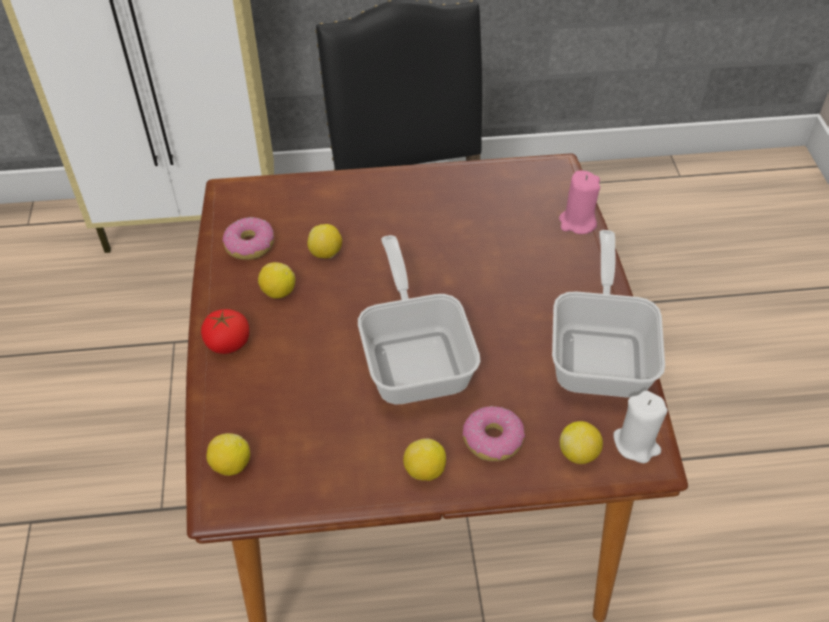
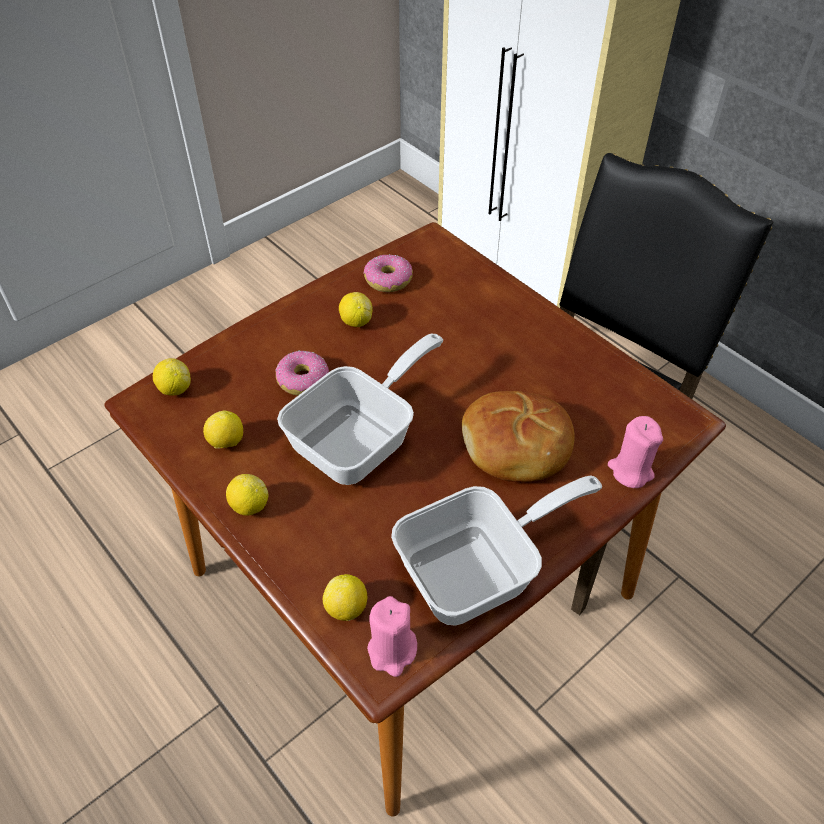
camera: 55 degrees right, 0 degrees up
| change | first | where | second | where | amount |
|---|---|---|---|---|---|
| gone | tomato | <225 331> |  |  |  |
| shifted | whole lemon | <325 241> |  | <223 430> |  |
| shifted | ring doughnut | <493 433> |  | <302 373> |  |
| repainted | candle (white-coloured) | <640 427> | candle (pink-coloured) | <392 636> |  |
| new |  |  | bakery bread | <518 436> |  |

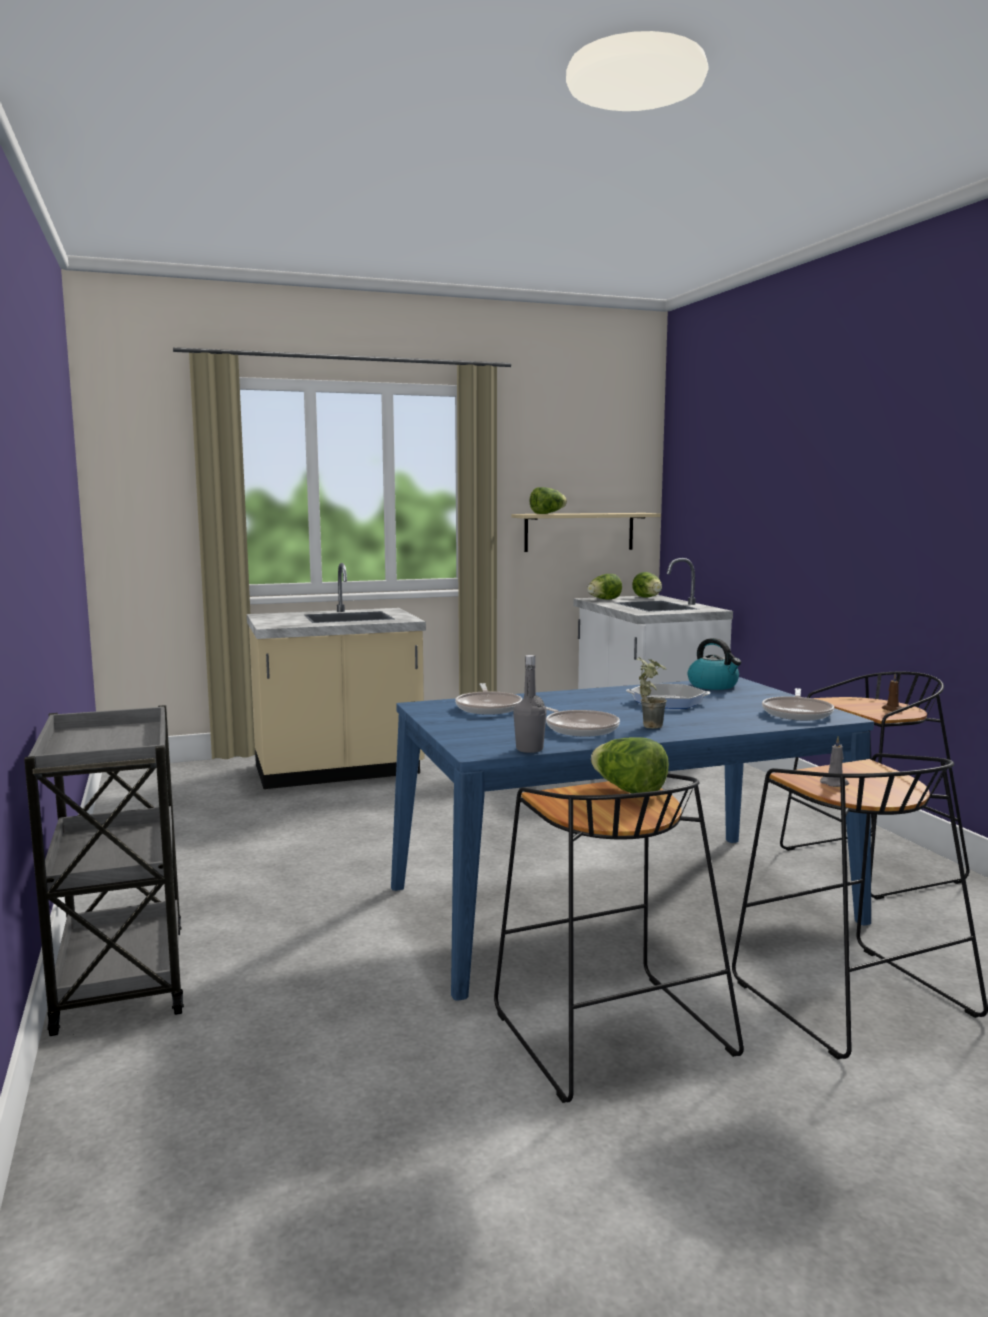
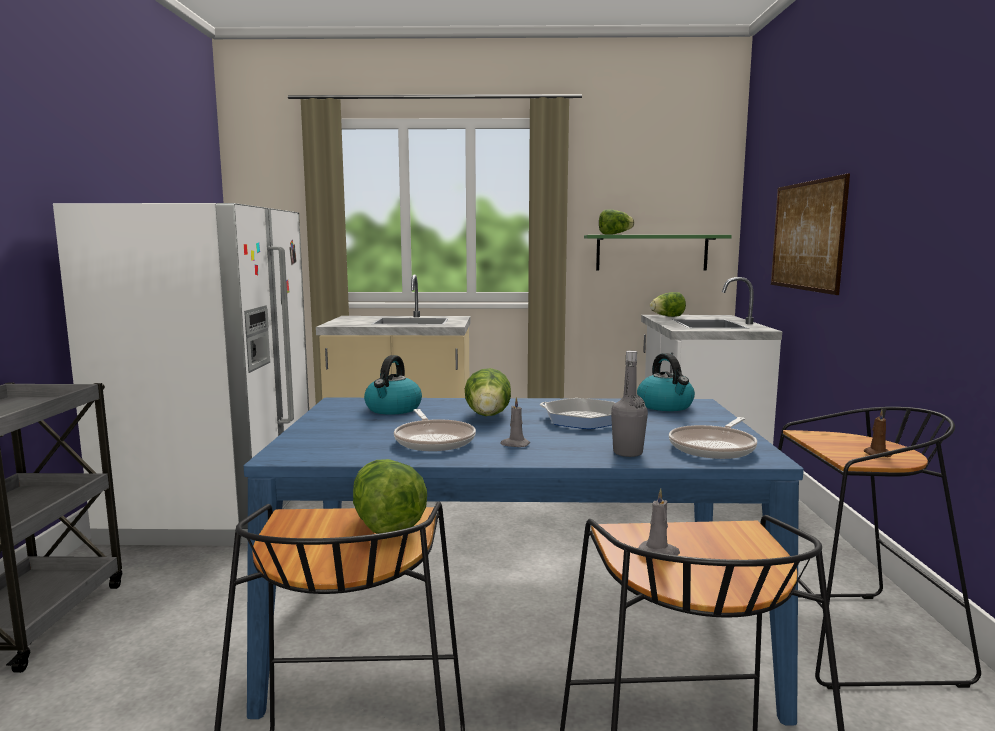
camera: 20 degrees right, 0 degrees up
| change | first | where | second | where | amount |
|---|---|---|---|---|---|
| swapped | skillet | <488 699> | tea kettle | <393 385> |  |
| repainted | wall shelf (beige) | <586 532> | wall shelf (greenish) | <658 253> |  |
| shifted | bottle (gray) | <530 704> |  | <629 404> |  |
| shifted | head of lettuce | <647 585> |  | <488 392> |  |
| swapped | potted plant | <652 693> | candle (gray) | <515 422> |  |
| new |  |  | fridge (white-coloured) | <181 374> |  |
| new |  |  | picture | <810 234> |  |

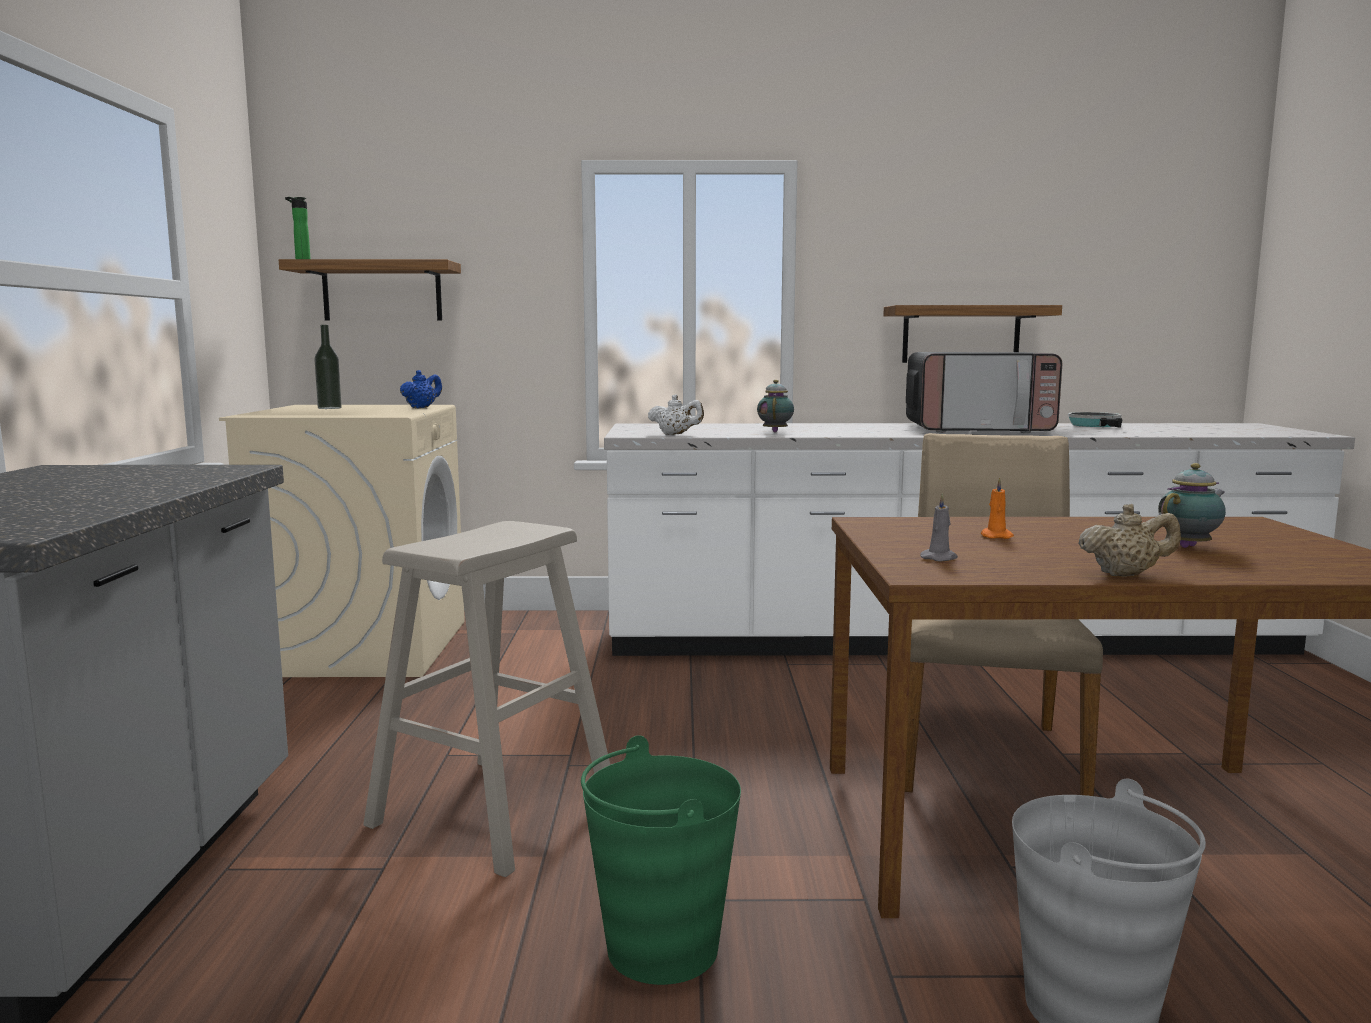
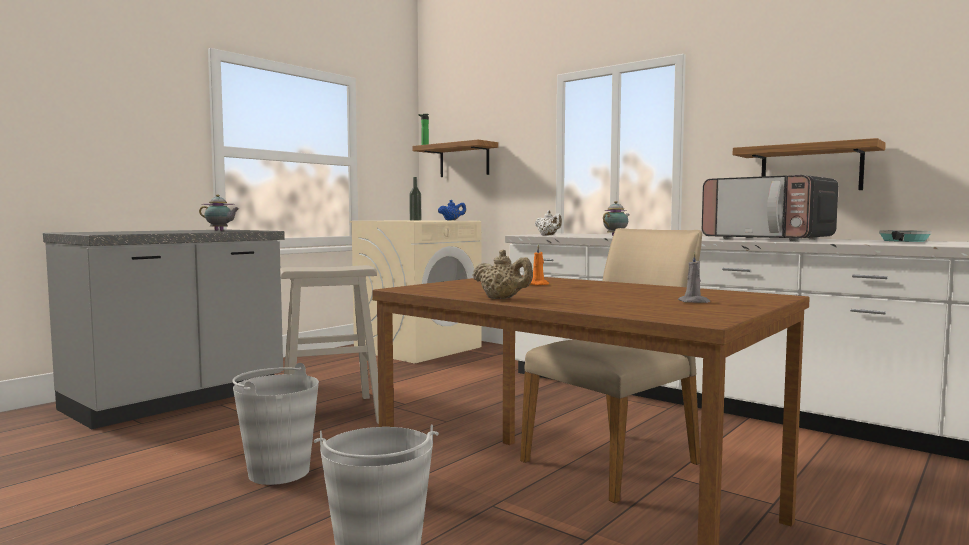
camera: 40 degrees right, 5 degrees down
| change | first | where | second | where | amount |
|---|---|---|---|---|---|
| repainted | bucket (greenish) | <661 860> | bucket (gray) | <275 424> |  |
| shifted | candle (gray) | <939 527> |  | <694 277> |  |
| shifted | pot for tea | <1192 505> |  | <219 212> |  |

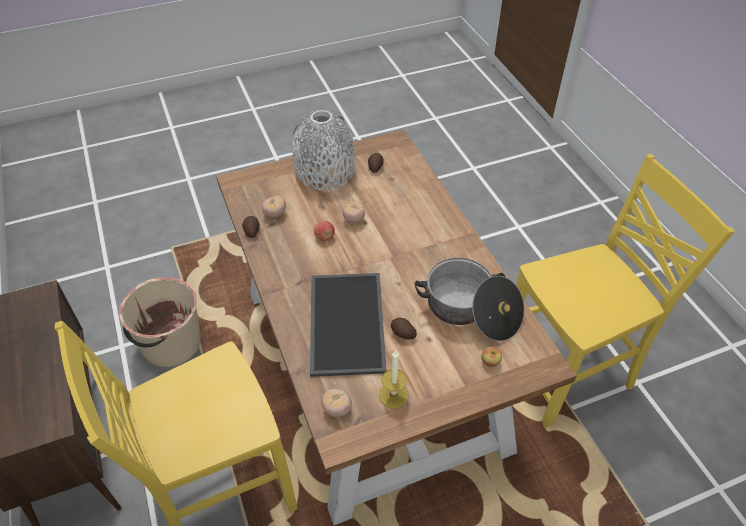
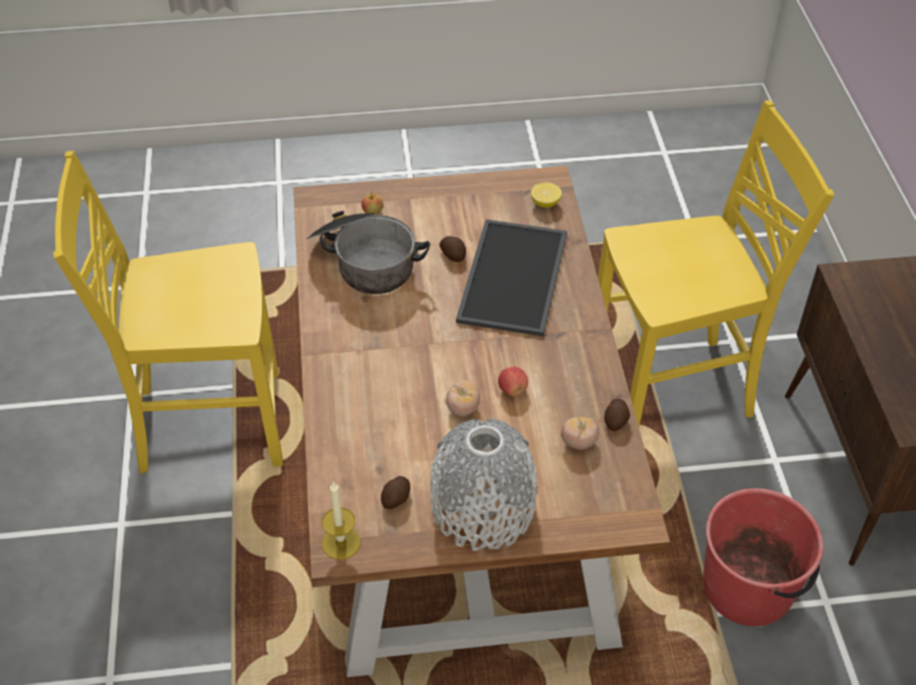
camera: 165 degrees left, 0 degrees up
| change | first | where | second | where | amount |
|---|---|---|---|---|---|
| repainted | bucket (beige) | <160 322> | bucket (red-coloured) | <763 557> |  |
| swapped | tomato | <336 403> | whole lemon | <546 195> |  |
| shifted | candle | <393 379> |  | <341 520> |  |

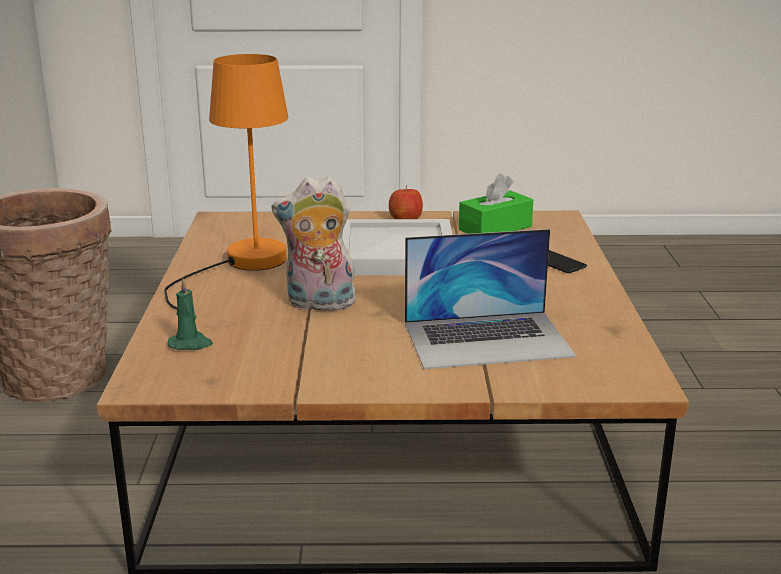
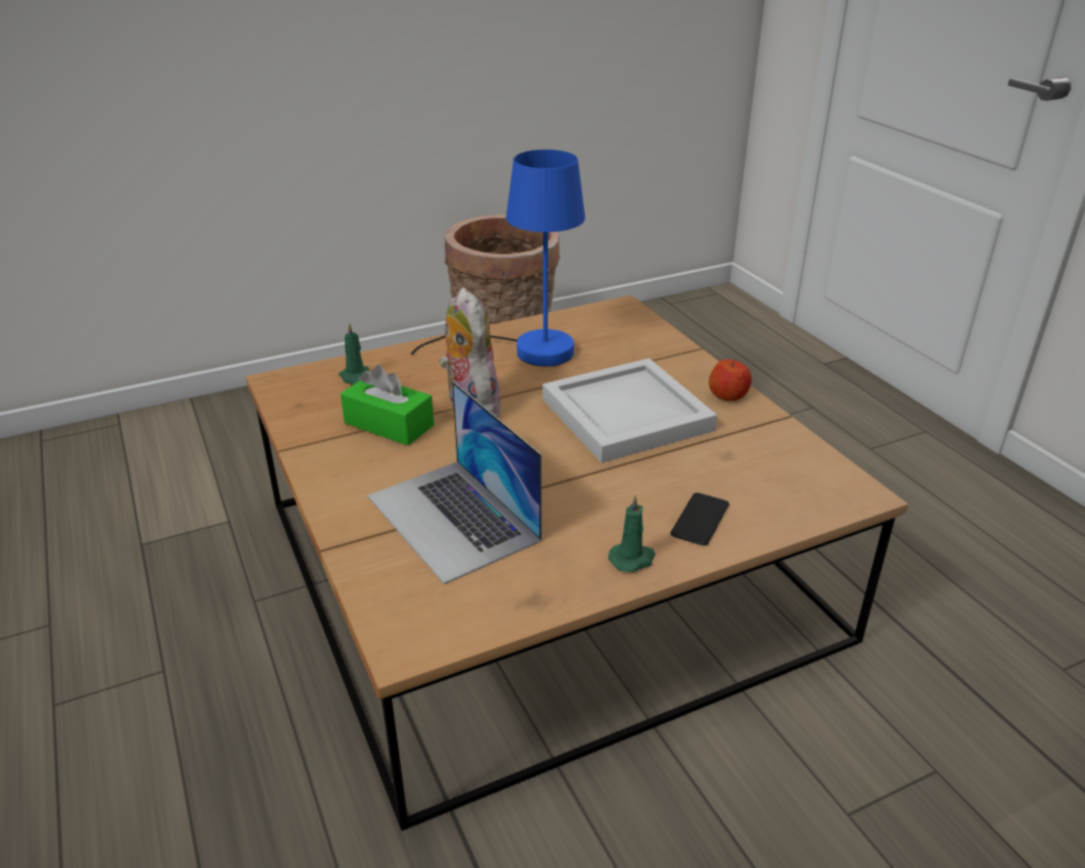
camera: 65 degrees right, 10 degrees up
| change | first | where | second | where | amount |
|---|---|---|---|---|---|
| repainted | lamp for a table (orange-coloured) | <226 182> | lamp for a table (blue-coloured) | <498 258> |  |
| shifted | tissue box (greenish) | <496 204> |  | <387 405> |  |
| new |  |  | candle (greenish) | <632 533> |  |

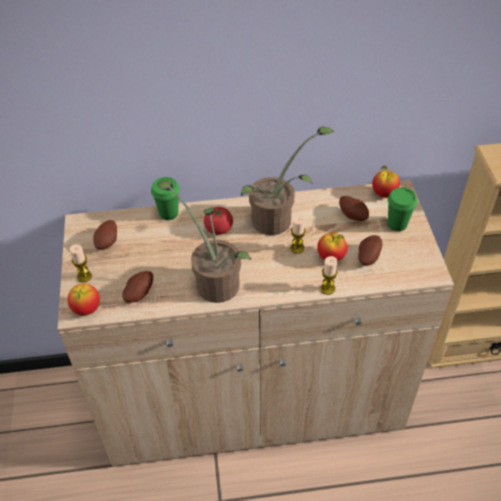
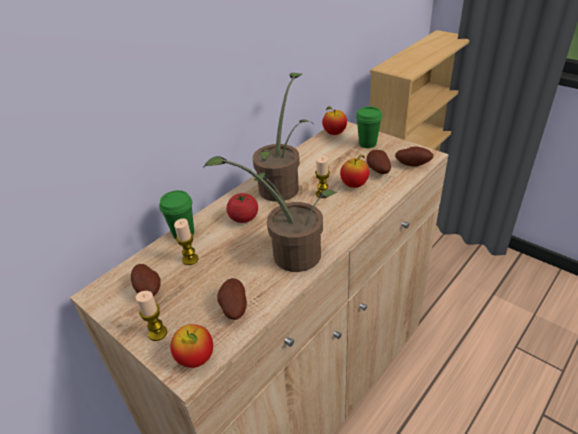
camera: 40 degrees left, 10 degrees down
| change | first | where | second | where | amount |
|---|---|---|---|---|---|
| shifted | candle | <328 275> |  | <186 242> |  |
| shifted | whole potato | <354 208> |  | <414 156> |  |

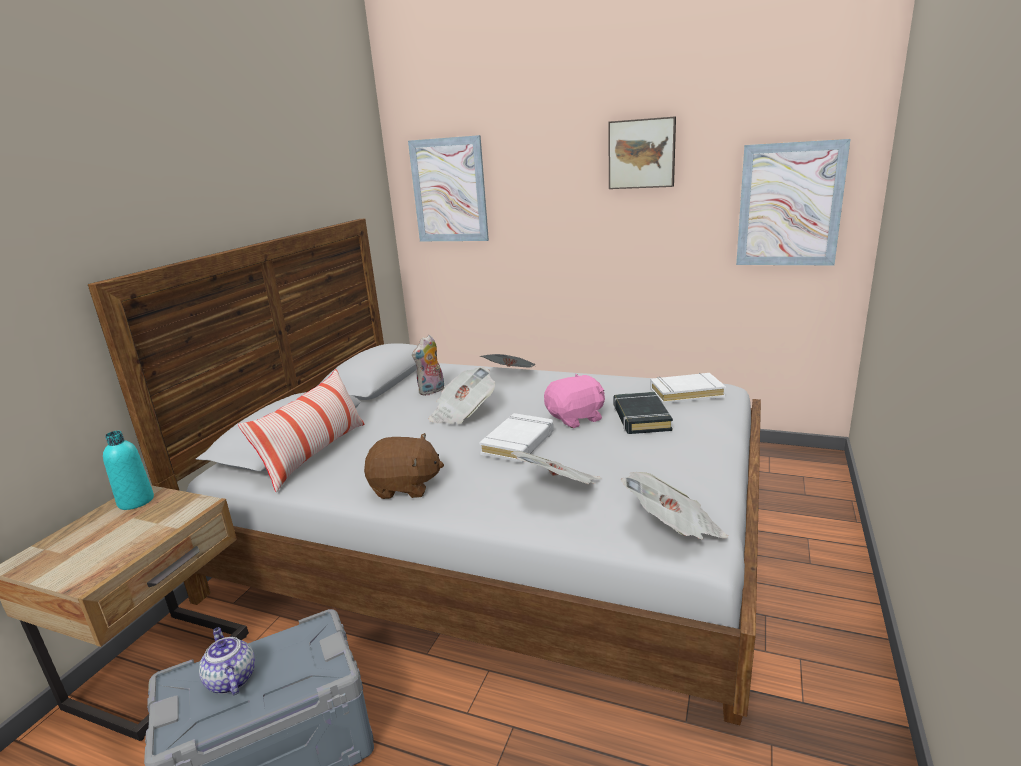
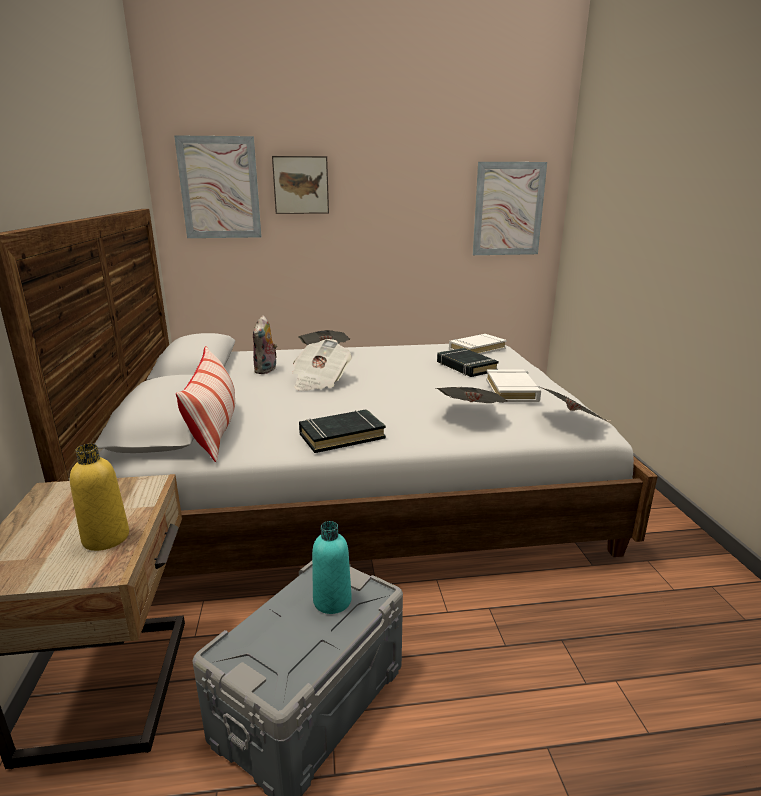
camera: 30 degrees left, 0 degrees up
| change | first | where | second | where | amount |
|---|---|---|---|---|---|
| shifted | bottle (blue-green) | <128 470> |  | <332 567> |  |
| gone | pot for tea | <227 661> |  |  |  |
| swapped | cuddly toy (brown-coloured) | <404 466> | bound book (black-coloured) | <342 431> |  |
| shifted | bound book (white-coloured) | <516 438> |  | <513 385> |  |
| gone | cuddly toy (pink-coloured) | <574 401> |  |  |  |
| shifted | picture | <642 153> |  | <300 185> |  |
| new |  |  | bottle (yellow) | <99 497> |  |

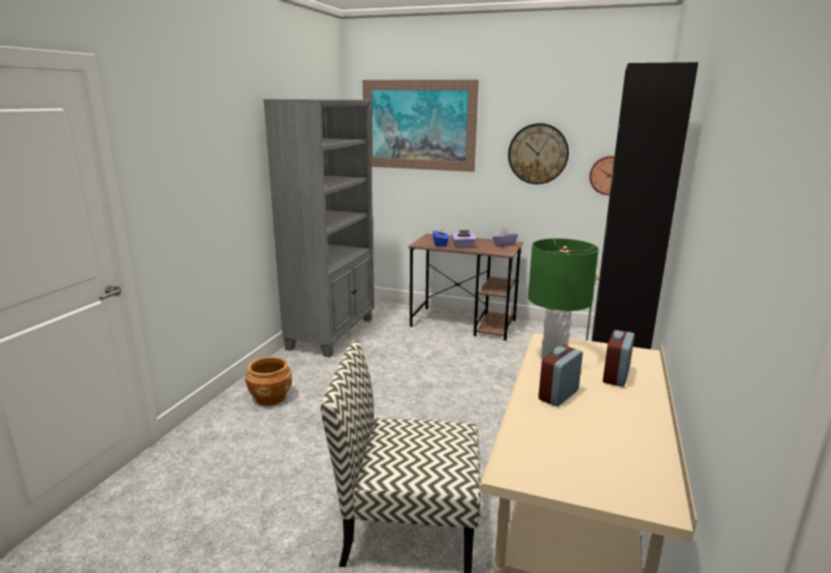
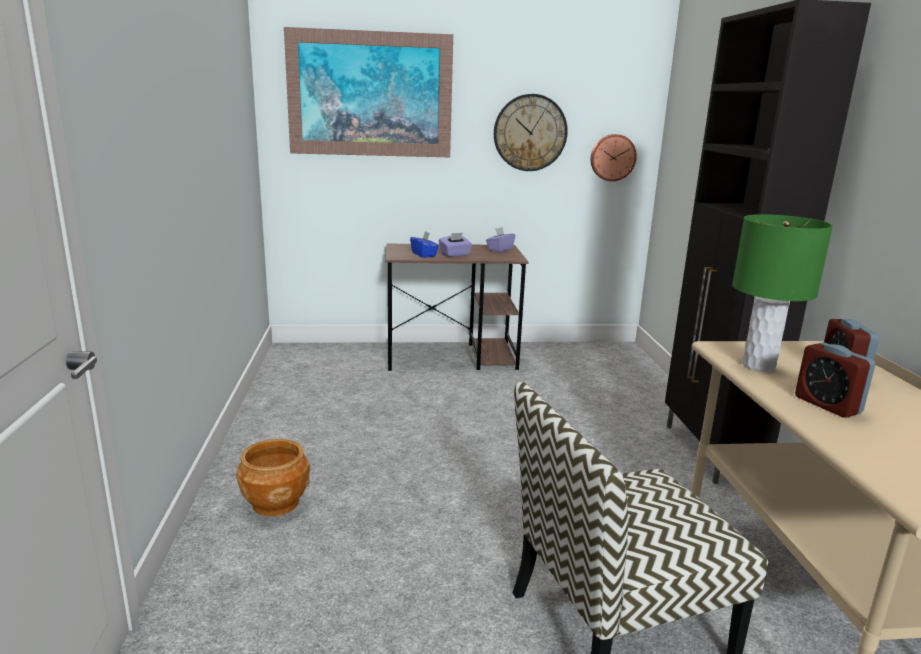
camera: 25 degrees left, 0 degrees up
| change | first | where | second | where | amount |
|---|---|---|---|---|---|
| gone | bookcase (gray) | <318 228> |  |  |  |
| rotated | bedside clock | <560 375> |  | <835 380> | 45 degrees counterclockwise |

